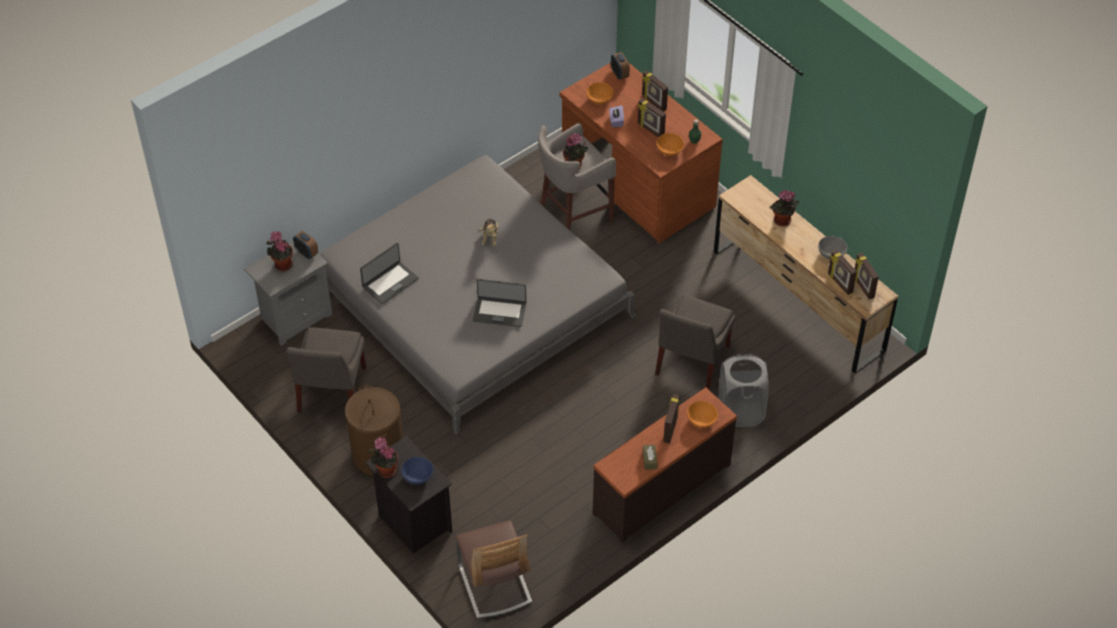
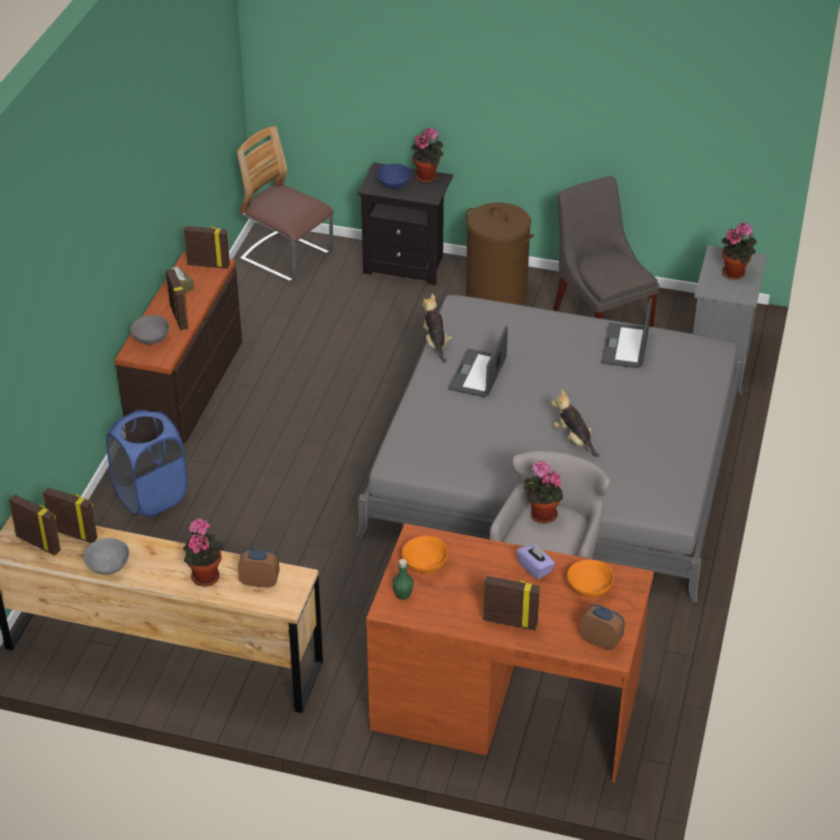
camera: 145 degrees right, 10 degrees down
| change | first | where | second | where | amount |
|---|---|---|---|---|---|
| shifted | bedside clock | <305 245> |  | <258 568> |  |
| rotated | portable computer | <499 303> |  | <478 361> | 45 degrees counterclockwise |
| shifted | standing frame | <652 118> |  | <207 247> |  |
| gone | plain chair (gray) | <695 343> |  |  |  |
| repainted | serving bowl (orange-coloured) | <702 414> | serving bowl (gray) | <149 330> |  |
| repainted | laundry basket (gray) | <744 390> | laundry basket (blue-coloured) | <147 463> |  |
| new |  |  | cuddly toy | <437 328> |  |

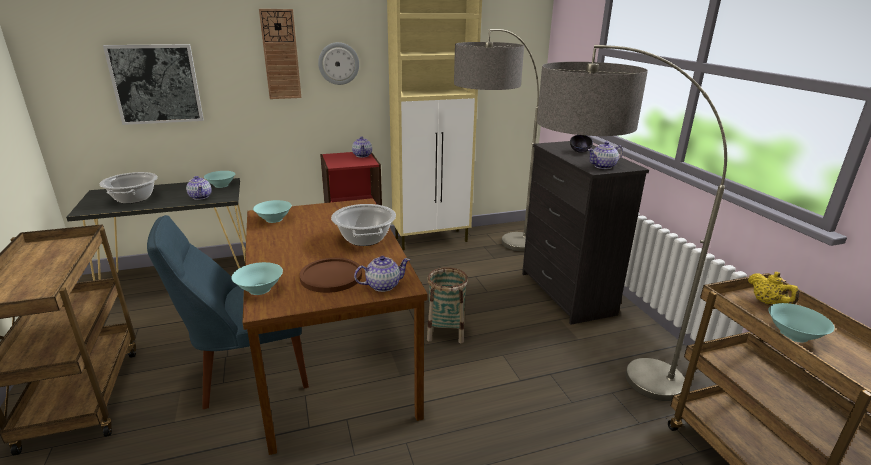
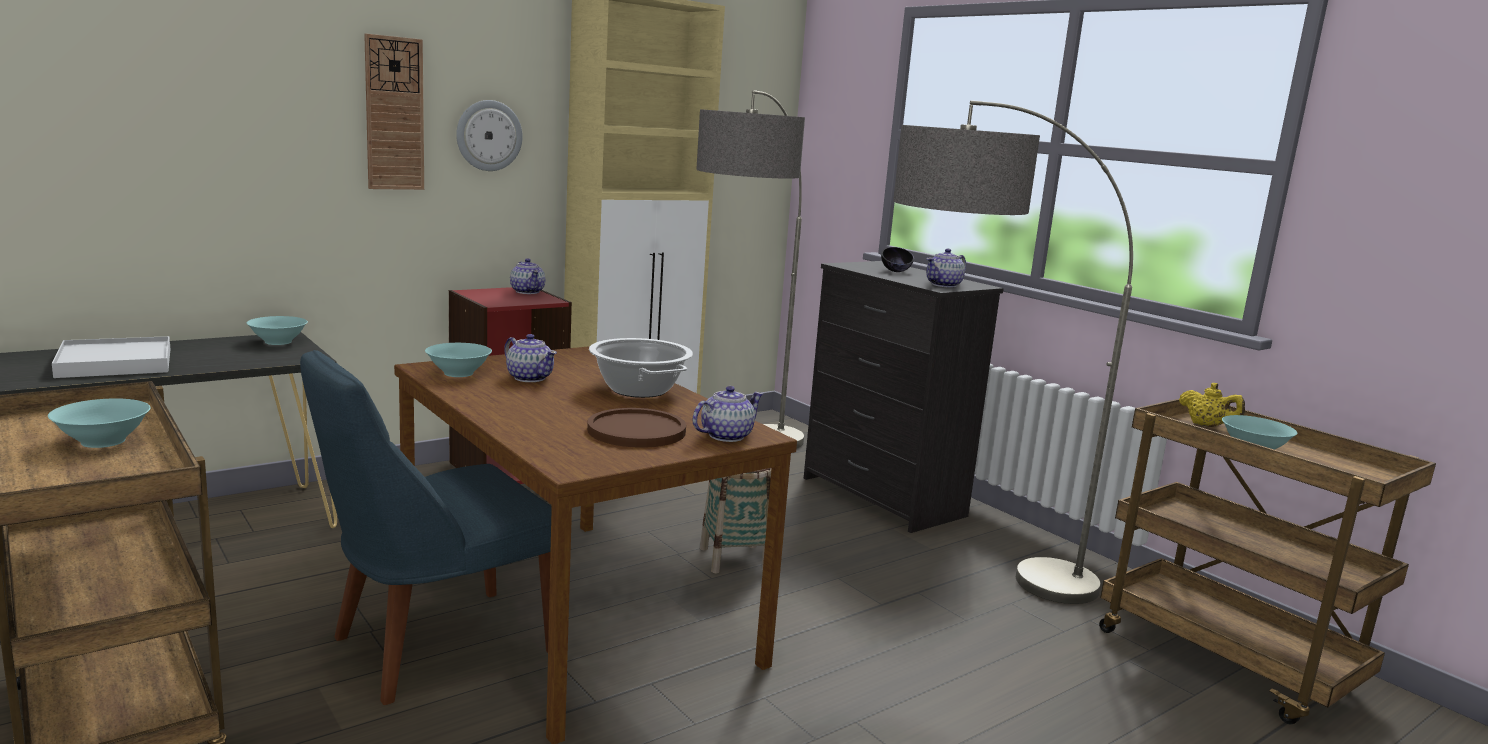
camera: 20 degrees left, 10 degrees down
| change | first | where | second | where | amount |
|---|---|---|---|---|---|
| swapped | stockpot | <128 188> | carrying tray (white-coloured) | <111 357> |  |
| gone | picture | <153 84> |  |  |  |
| shifted | pot for tea | <199 188> |  | <530 358> |  |
| shifted | serving bowl (blue-green) | <257 278> |  | <99 423> |  |

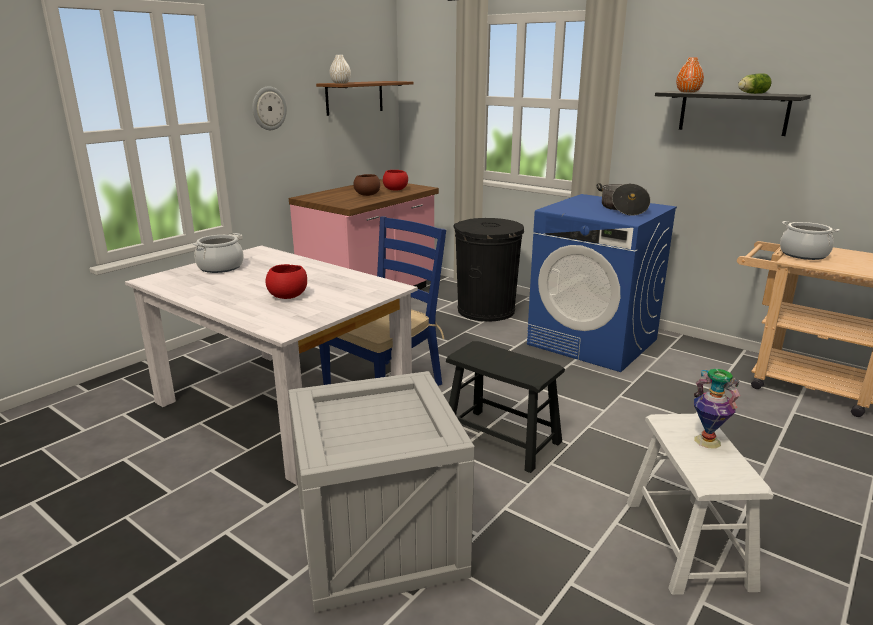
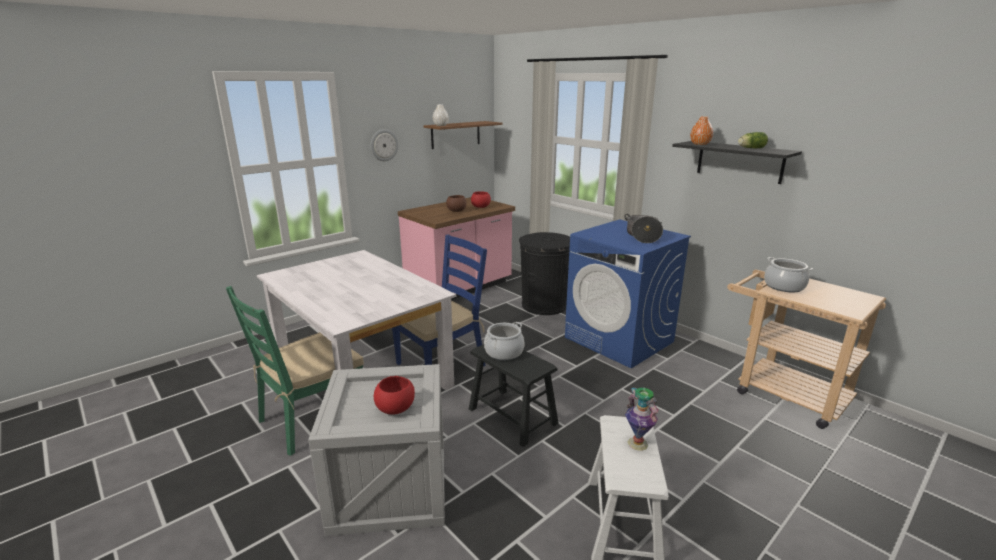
camera: 10 degrees right, 0 degrees up
| change | first | where | second | where | amount |
|---|---|---|---|---|---|
| shifted | stockpot | <218 253> |  | <504 341> |  |
| shifted | serving bowl (red-coloured) | <286 281> |  | <394 395> |  |
| new |  |  | plain chair (greenish) | <295 371> |  |

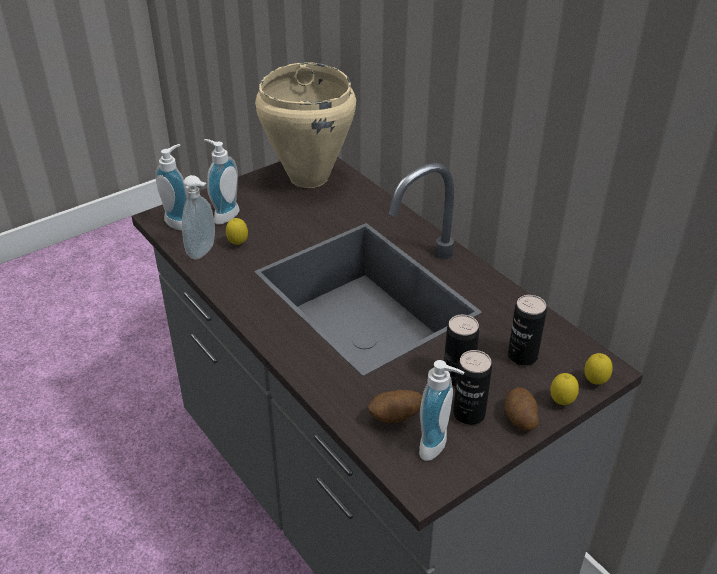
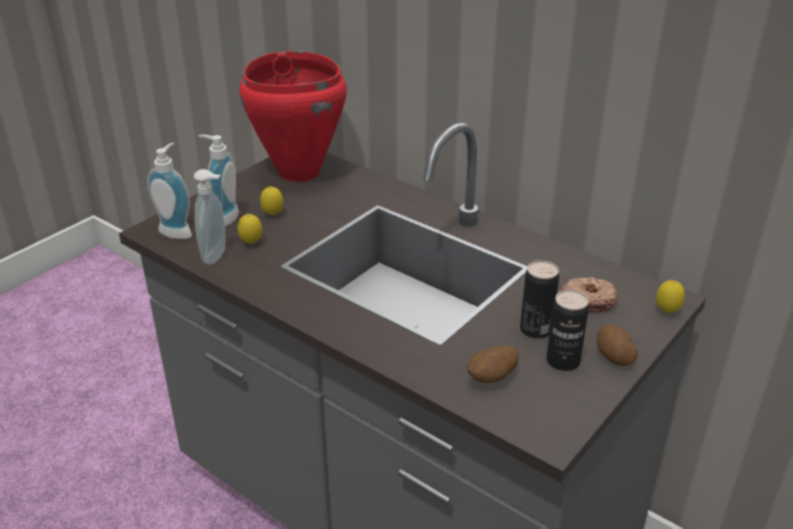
camera: 15 degrees left, 5 degrees down
| change | first | where | second | where | amount |
|---|---|---|---|---|---|
| repainted | stockpot (beige) | <305 125> | stockpot (red-coloured) | <293 116> |  |
| gone | soap dispenser | <441 410> |  |  |  |
| swapped | metal can | <527 330> | ring doughnut | <590 294> |  |
| shifted | whole lemon | <564 389> |  | <271 200> |  |

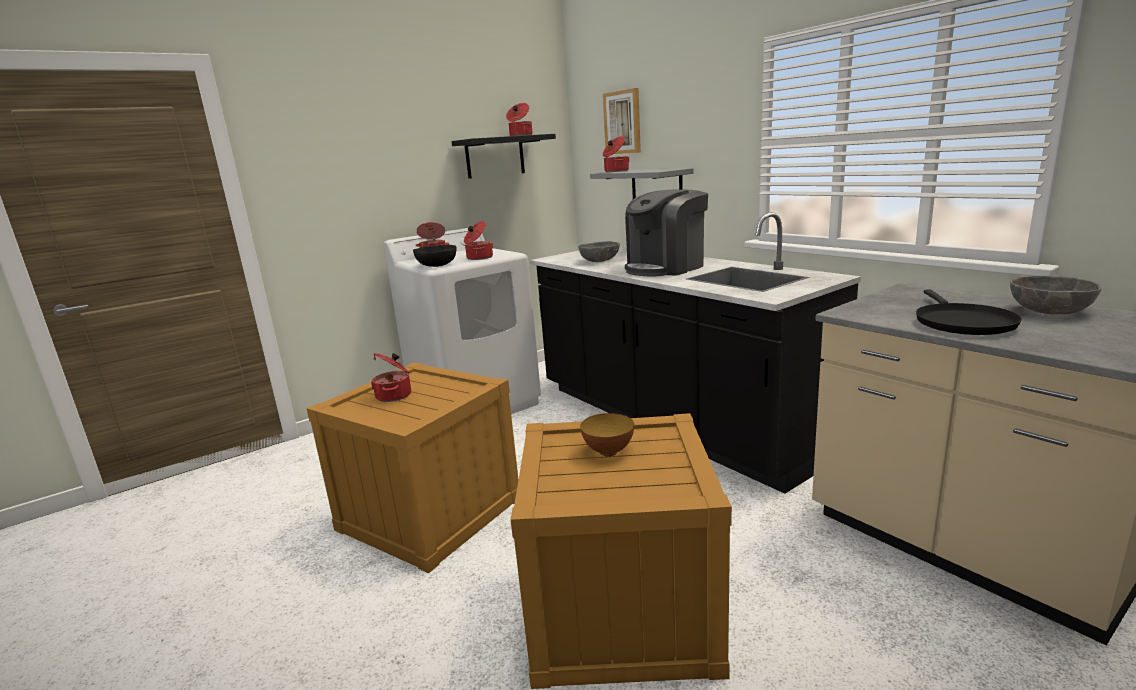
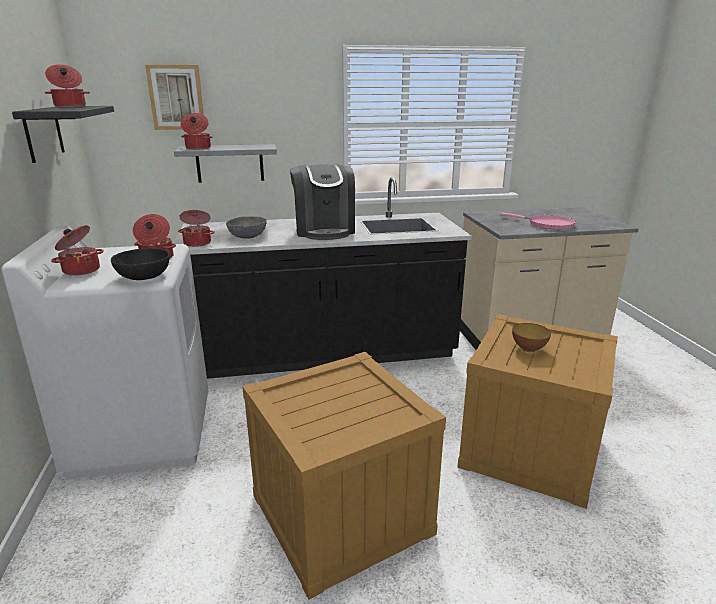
camera: 65 degrees left, 5 degrees up
| change | first | where | second | where | amount |
|---|---|---|---|---|---|
| shifted | stockpot | <391 377> |  | <196 228> |  |
| repainted | skillet (black-coloured) | <969 312> | skillet (pink-coloured) | <538 221> |  |
| gone | serving bowl (gray) | <1056 295> |  |  |  |

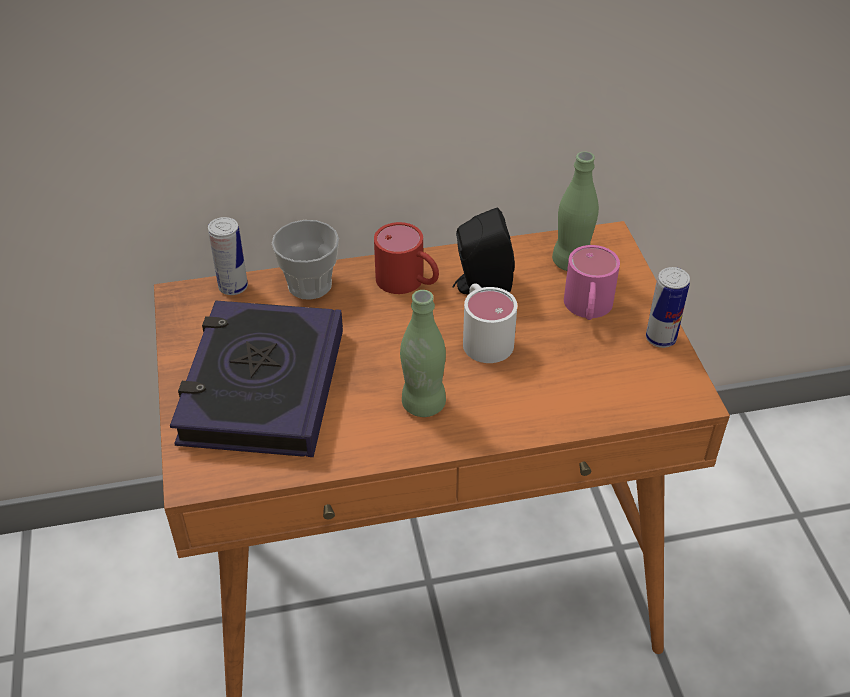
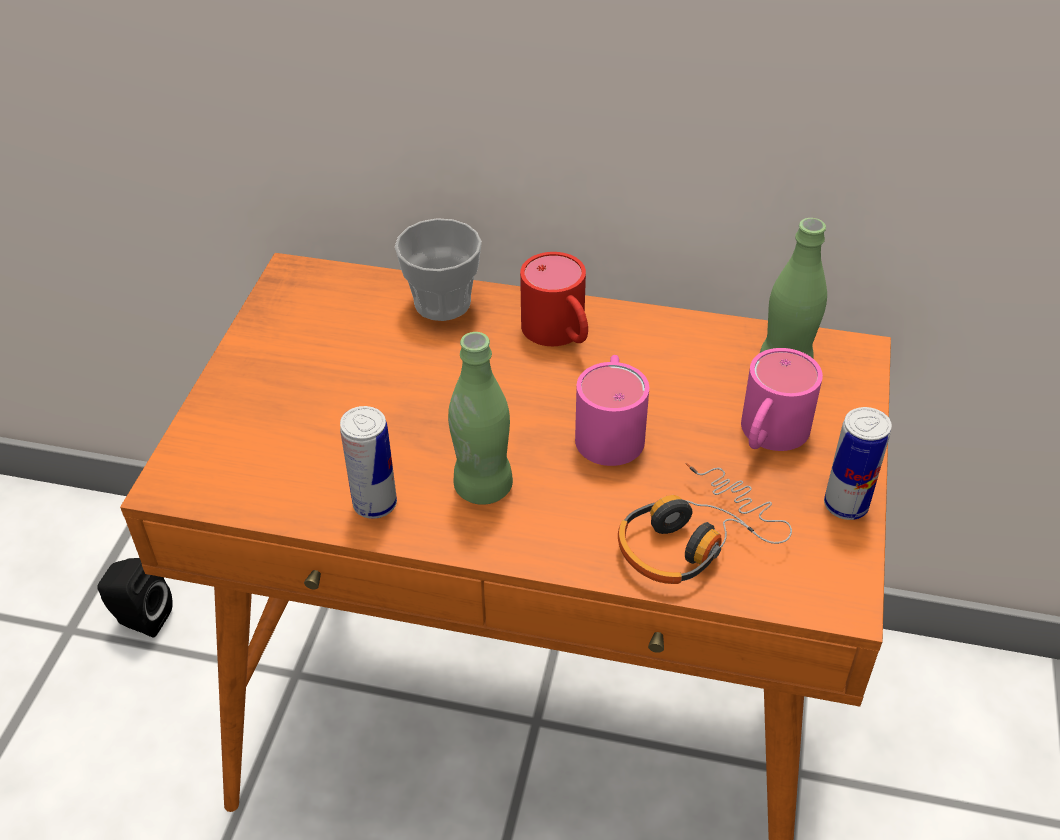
camera: 25 degrees right, 0 degrees up
| change | first | where | second | where | amount |
|---|---|---|---|---|---|
| gone | bound book | <256 378> |  |  |  |
| shifted | metal can | <228 256> |  | <368 462> |  |
| shifted | speaker (black-coloured) | <483 251> |  | <135 598> |  |
| repainted | mug (white-coloured) | <490 323> | mug (pink-coloured) | <612 410> |  |
| new |  |  | headphones | <705 523> |  |

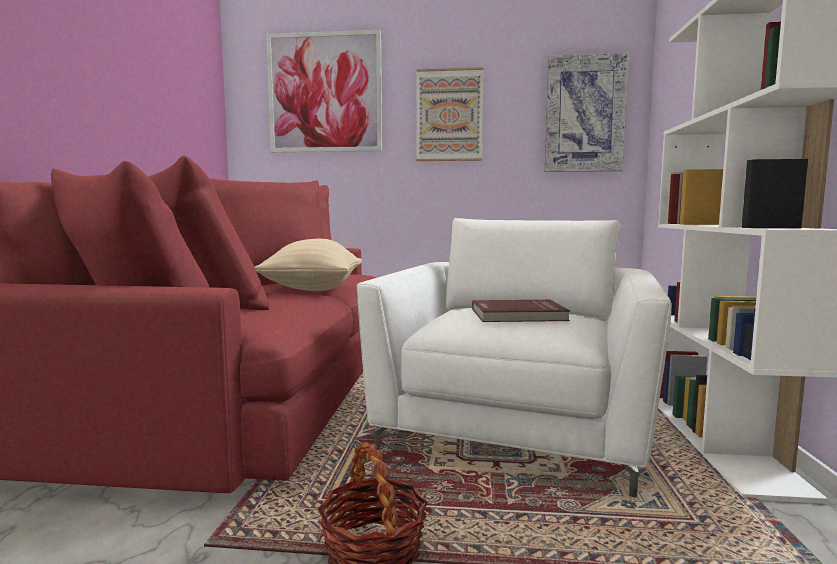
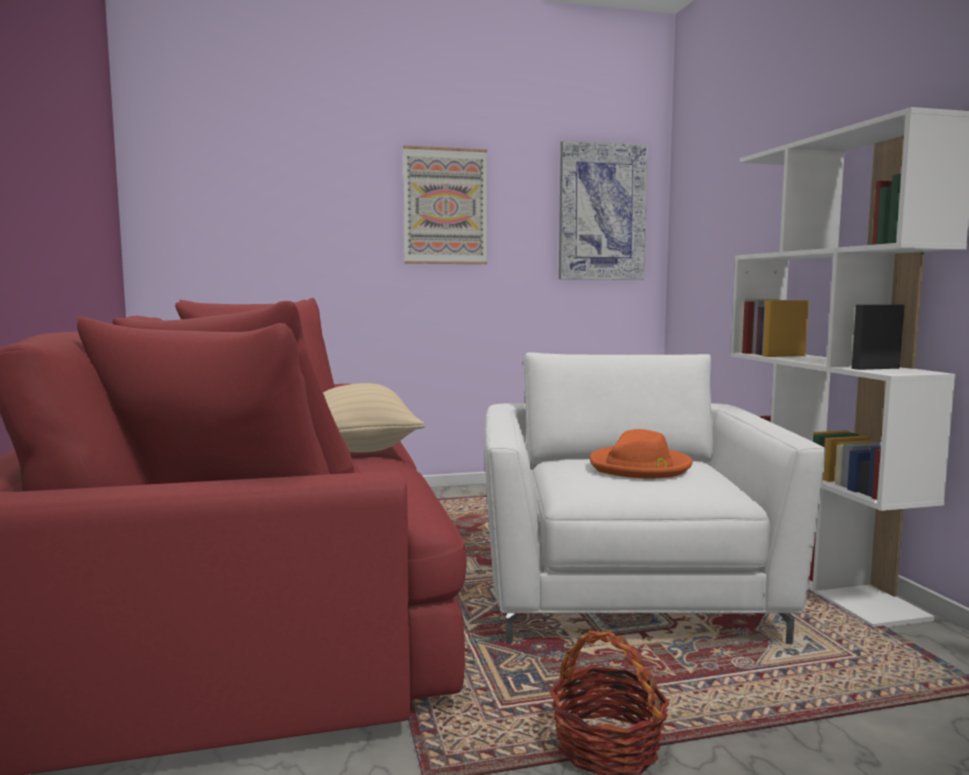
camera: 20 degrees left, 0 degrees up
| change | first | where | second | where | amount |
|---|---|---|---|---|---|
| gone | picture | <324 91> |  |  |  |
| swapped | bound book (red-coloured) | <521 311> | wearable hat (orange-coloured) | <641 453> |  |

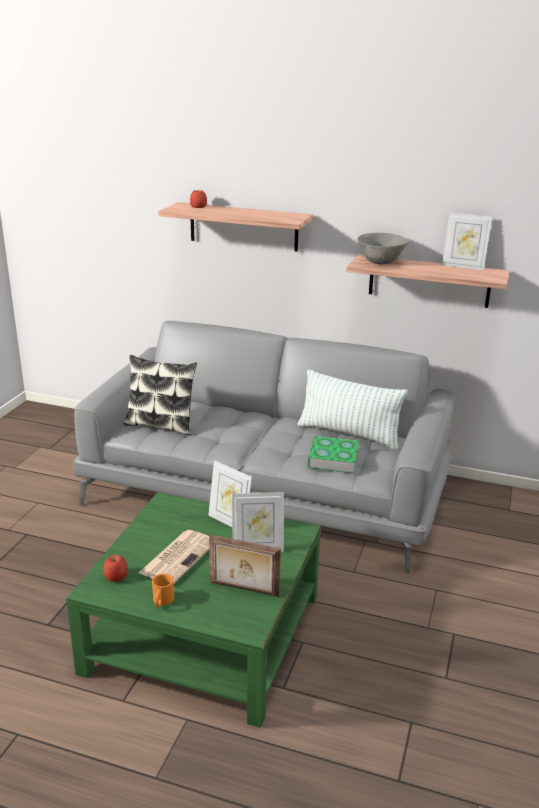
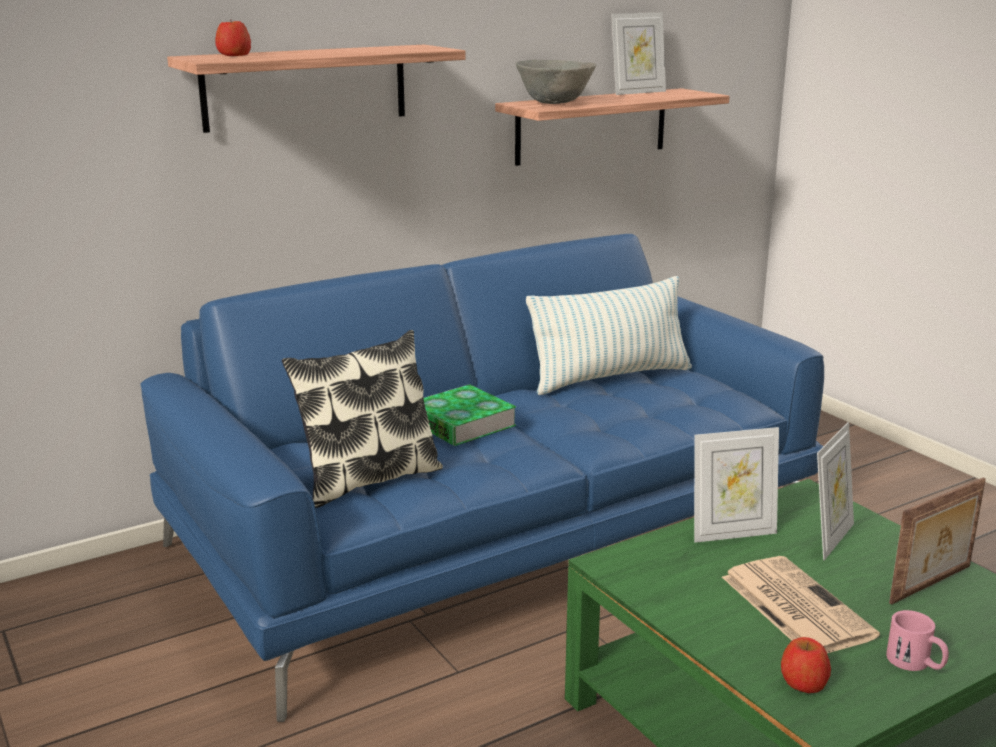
camera: 50 degrees left, 5 degrees down
| change | first | where | second | where | amount |
|---|---|---|---|---|---|
| repainted | sofa (gray) | <264 447> | sofa (blue-coloured) | <482 478> |  |
| repainted | mug (orange-coloured) | <163 590> | mug (pink-coloured) | <917 640> |  |
| shifted | bound book | <333 454> |  | <470 415> |  |

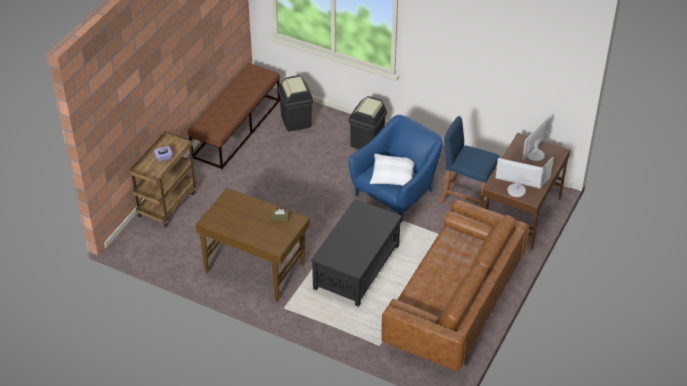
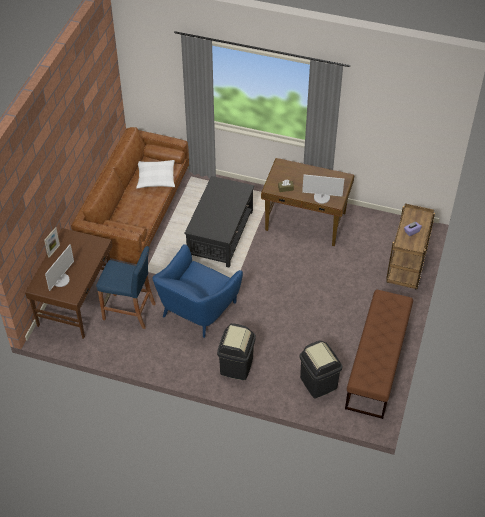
camera: 170 degrees right, 5 degrees up
| change | first | where | second | where | amount |
|---|---|---|---|---|---|
| shifted | pillow (white-coloured) | <392 170> |  | <155 174> |  |
| shifted | monitor | <519 177> |  | <323 189> |  |

